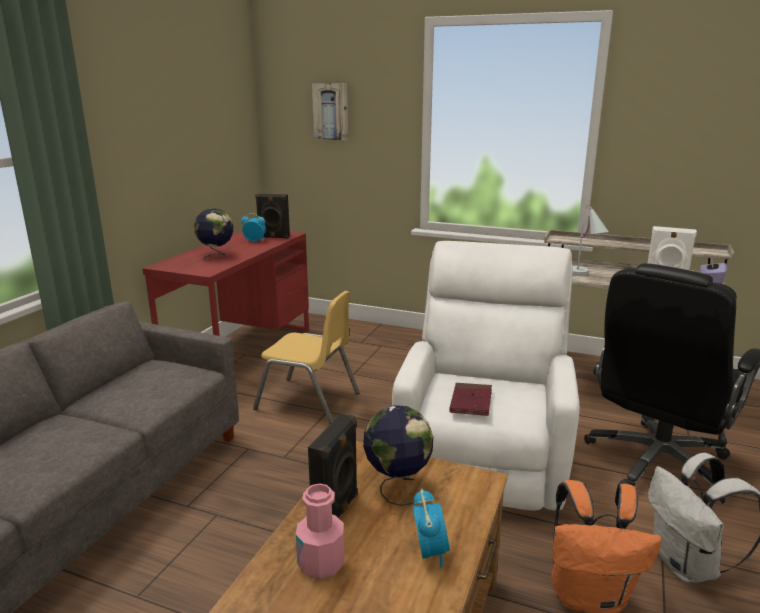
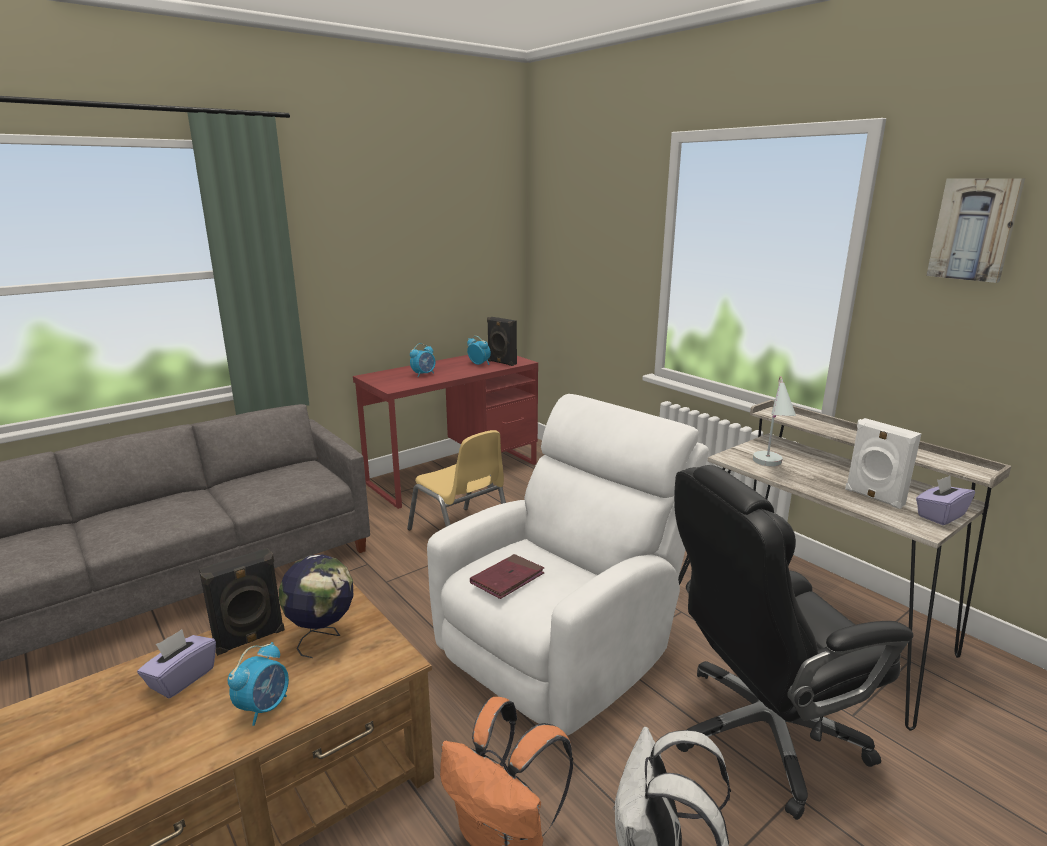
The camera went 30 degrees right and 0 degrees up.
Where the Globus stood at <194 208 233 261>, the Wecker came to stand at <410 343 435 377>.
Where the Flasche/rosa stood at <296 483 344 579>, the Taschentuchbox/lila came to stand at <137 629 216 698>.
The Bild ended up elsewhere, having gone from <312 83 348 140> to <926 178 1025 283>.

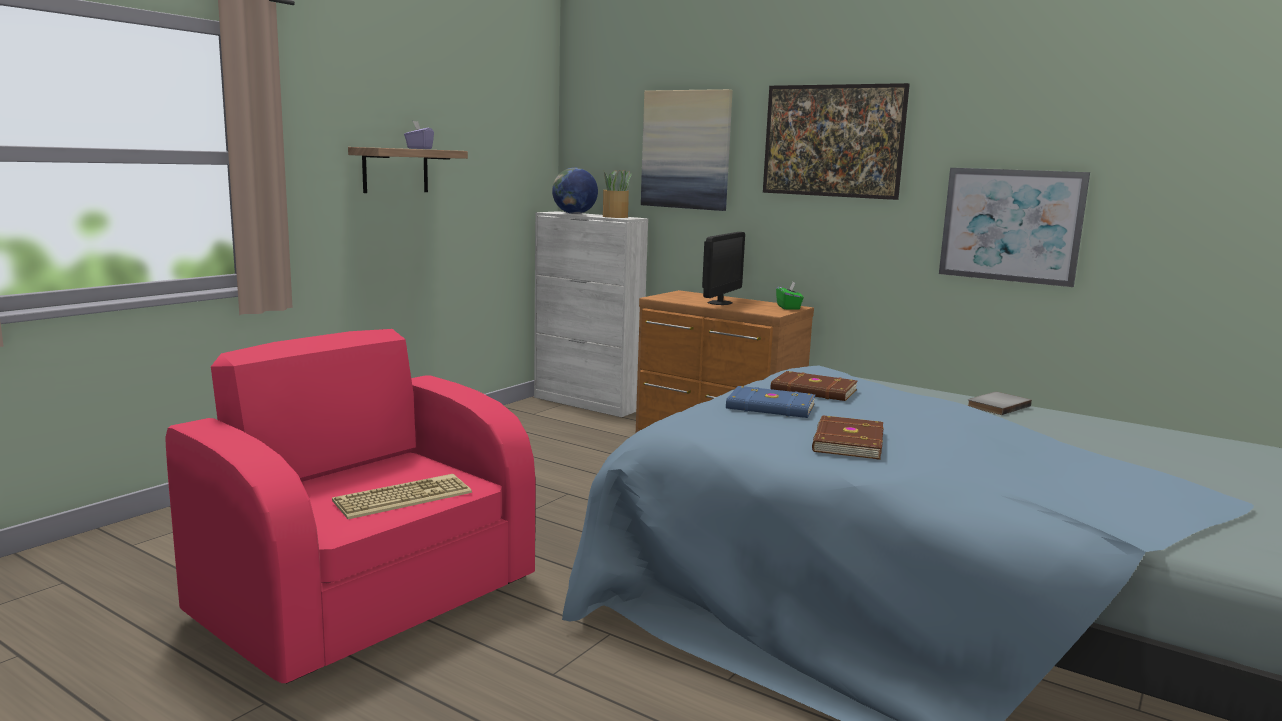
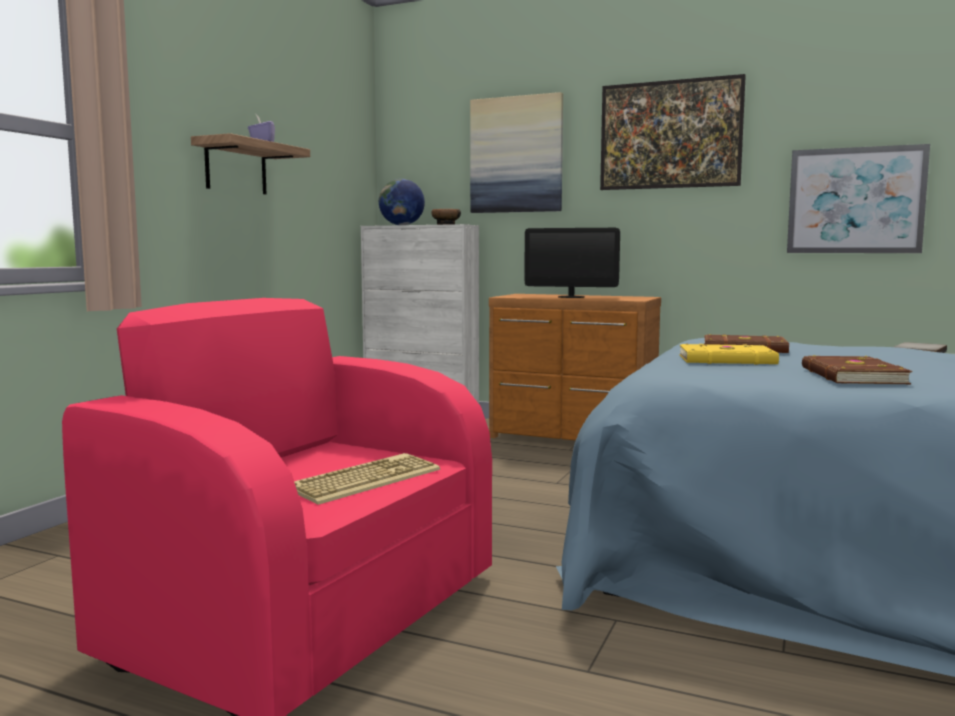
The camera went 10 degrees left and 5 degrees down.
Where the Topfpflanze stood at <603 170 632 218>, the Schüssel came to stand at <431 209 461 225>.
The Monitor at <702 232 745 305> ended up facing another way, 90 degrees clockwise from before.
What was the Buch/blau at <726 386 815 418> turned into the Buch/gelb at <679 344 779 365>.
The second view lost the Taschentuchbox/grün at <776 282 804 310>.

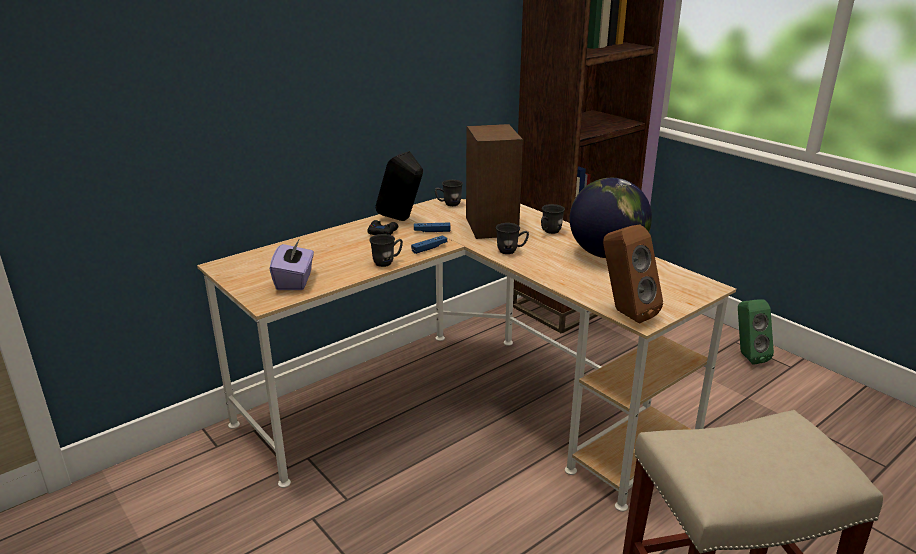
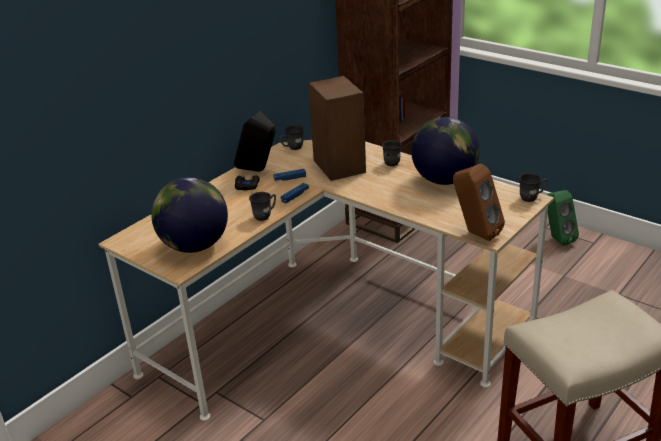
The camera went 10 degrees left and 5 degrees up.
Where the Taschentuchbox/lila stood at <270 238 314 290>, the Globus came to stand at <151 177 228 253>.
The Henkelbecher/grau ended up elsewhere, having gone from <496 223 529 254> to <519 173 548 202>.

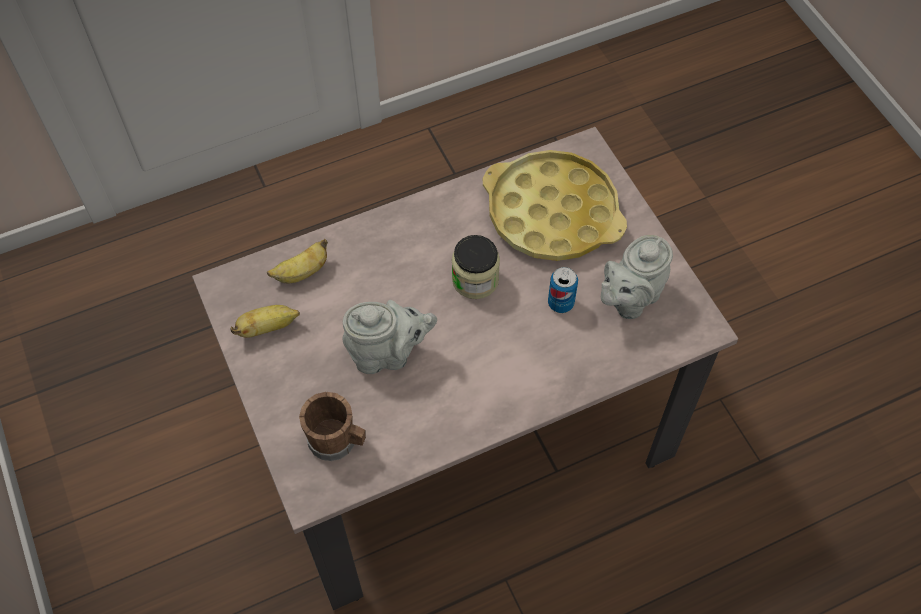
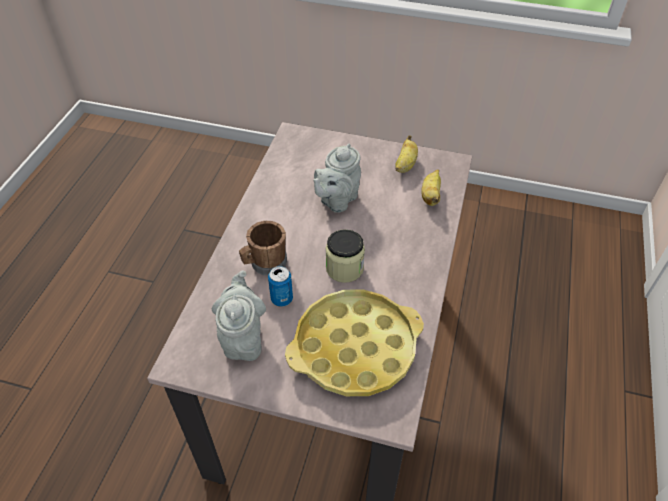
The camera went 130 degrees right and 10 degrees down.
The Henkelbecher/braun ended up elsewhere, having gone from <299 392 366 461> to <239 221 287 275>.

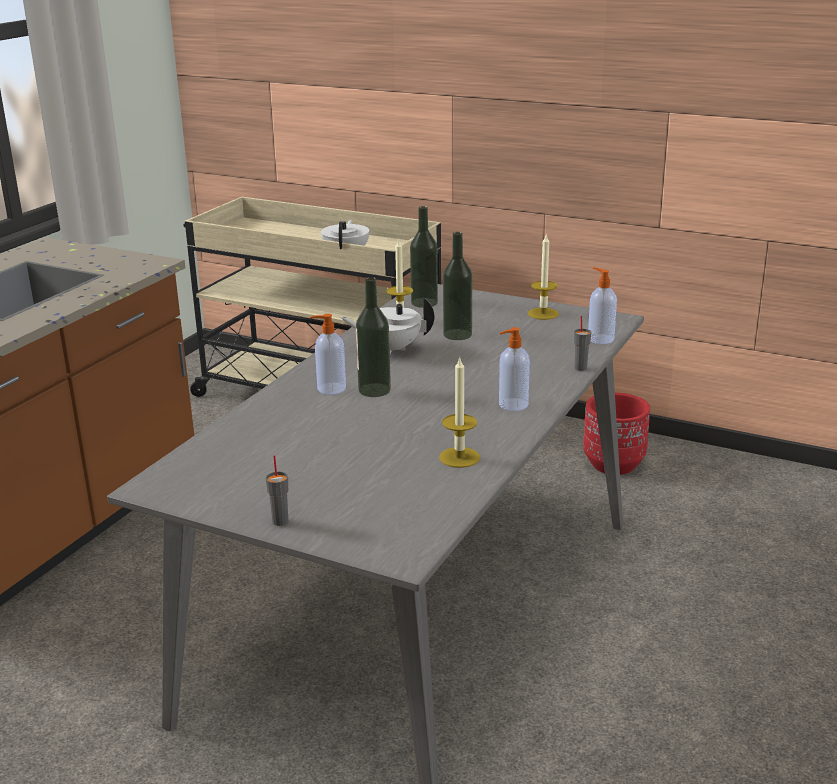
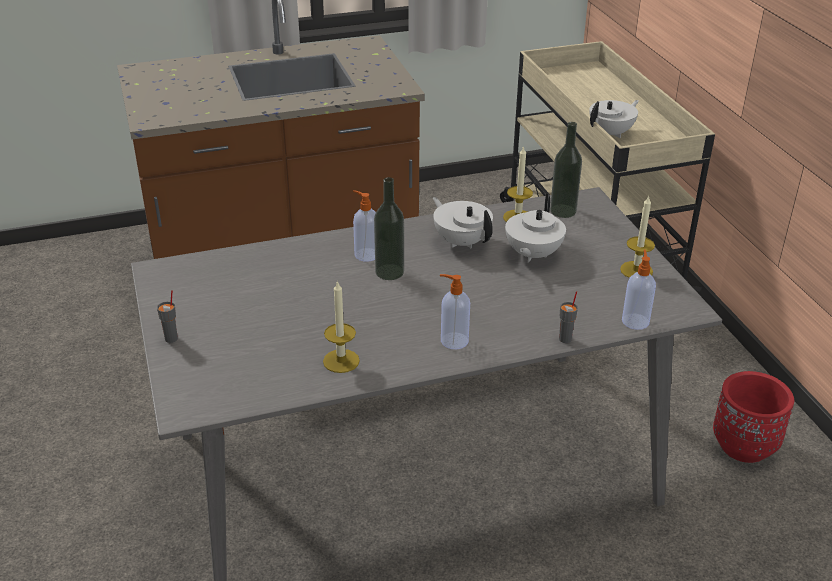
The camera went 45 degrees right and 10 degrees up.
Where the Flasche stood at <443 232 472 340>, the Teekanne/weiß came to stand at <505 194 566 263>.

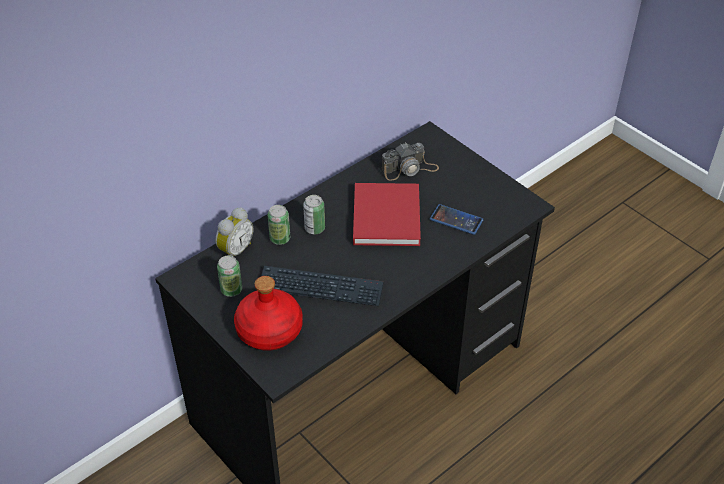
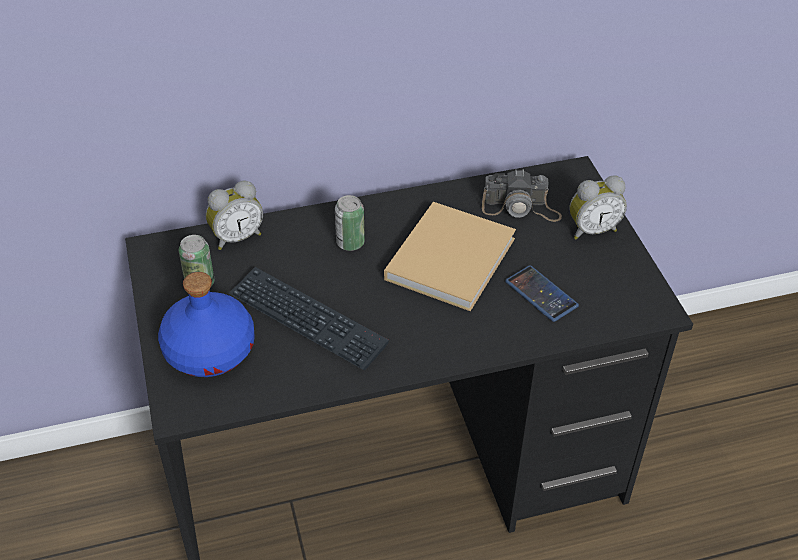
The camera went 25 degrees right and 0 degrees up.
What was the Flasche/rot at <234 276 303 351> turned into the Flasche/blau at <158 272 255 377>.
The second view lost the Dose at <268 205 290 245>.
What was the Buch/rot at <353 183 421 246> turned into the Buch/beige at <384 202 516 311>.
The second view gained the Wecker at <569 175 627 239>.

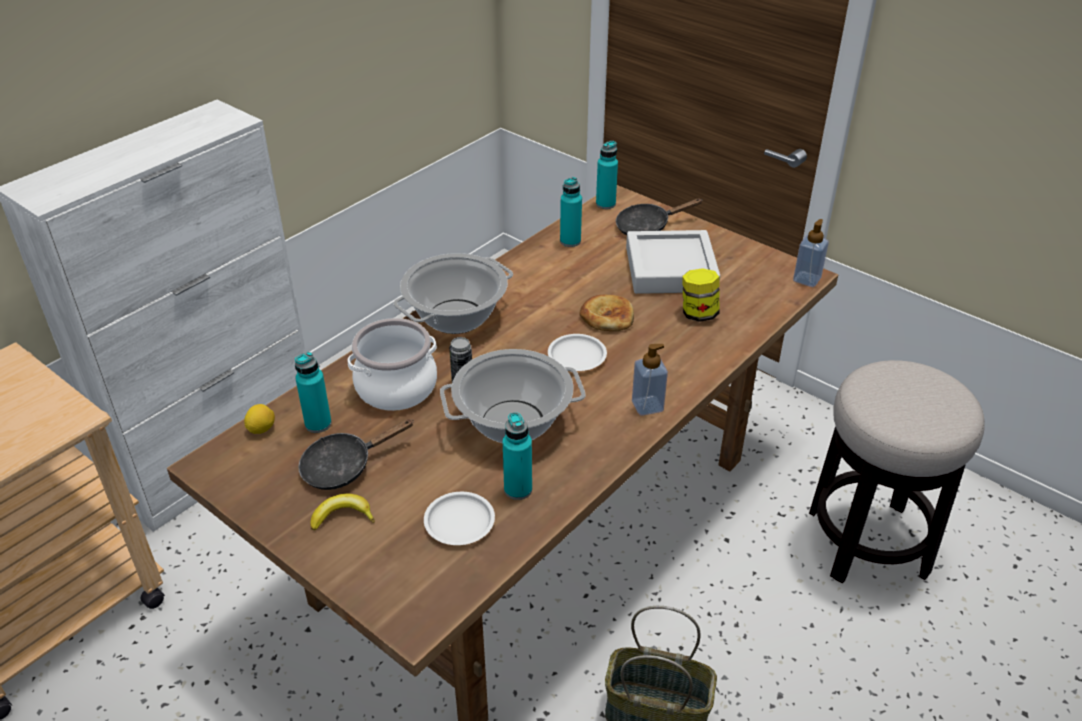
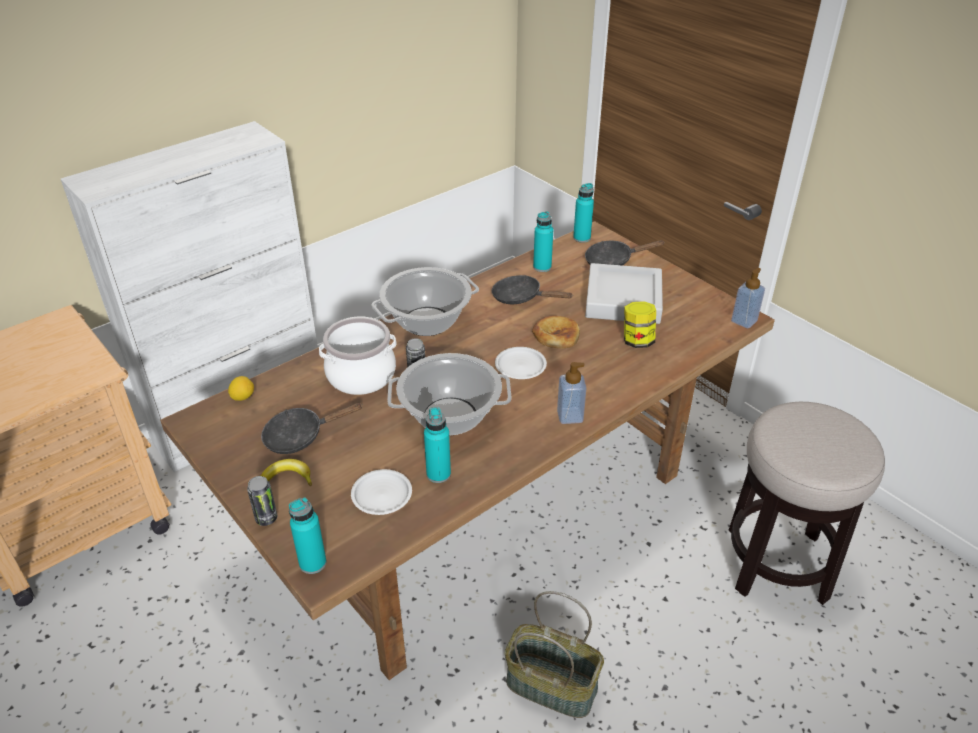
The camera went 10 degrees right and 0 degrees up.
The Flasche/türkis ended up elsewhere, having gone from <295 352 332 433> to <289 497 326 574>.
The second view gained the Dose at <247 476 277 526>.
The second view gained the Pfanne/schwarz at <491 275 573 304>.

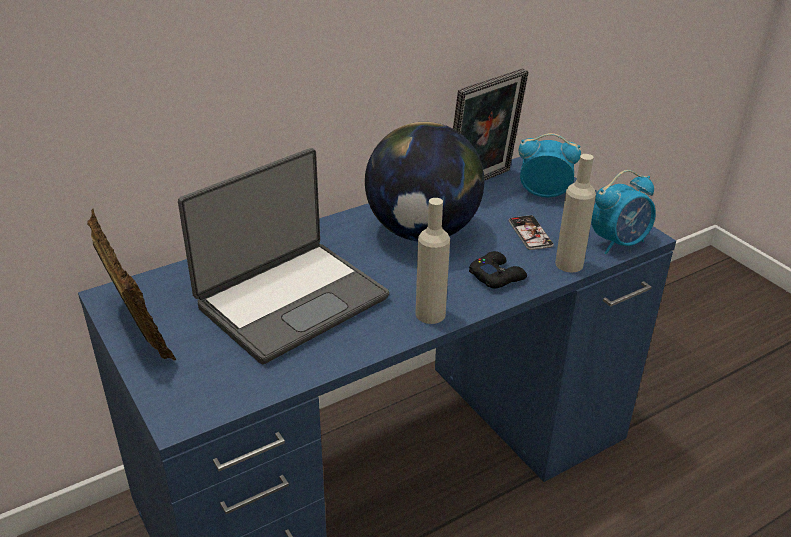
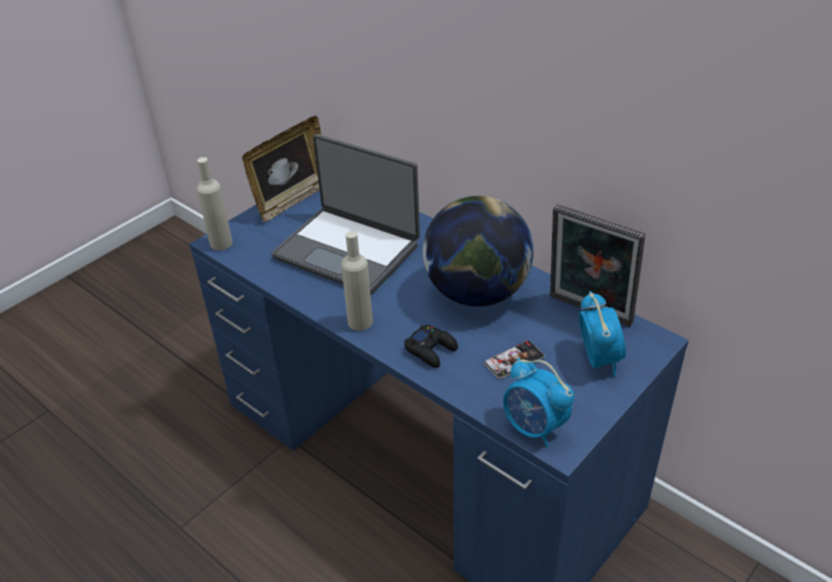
The camera went 75 degrees right and 5 degrees up.
The Flasche/beige ended up elsewhere, having gone from <555 154 596 273> to <197 157 232 250>.

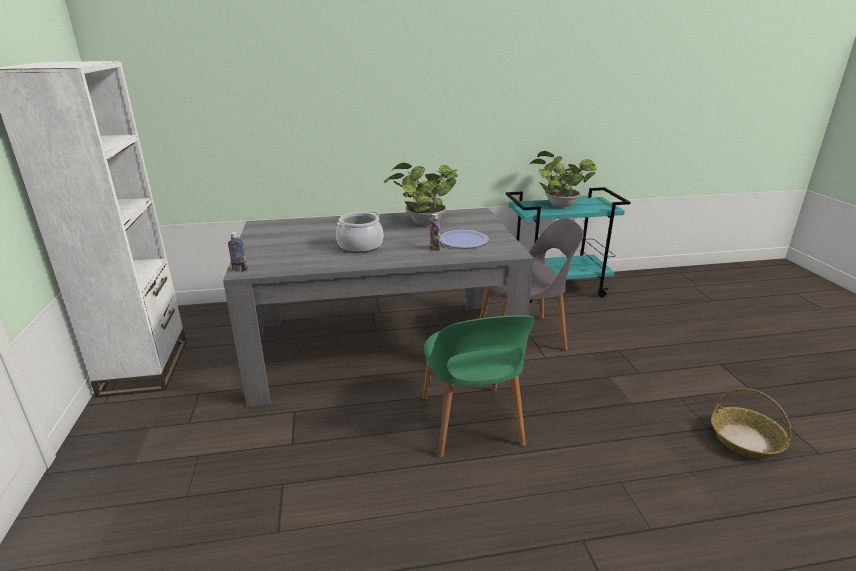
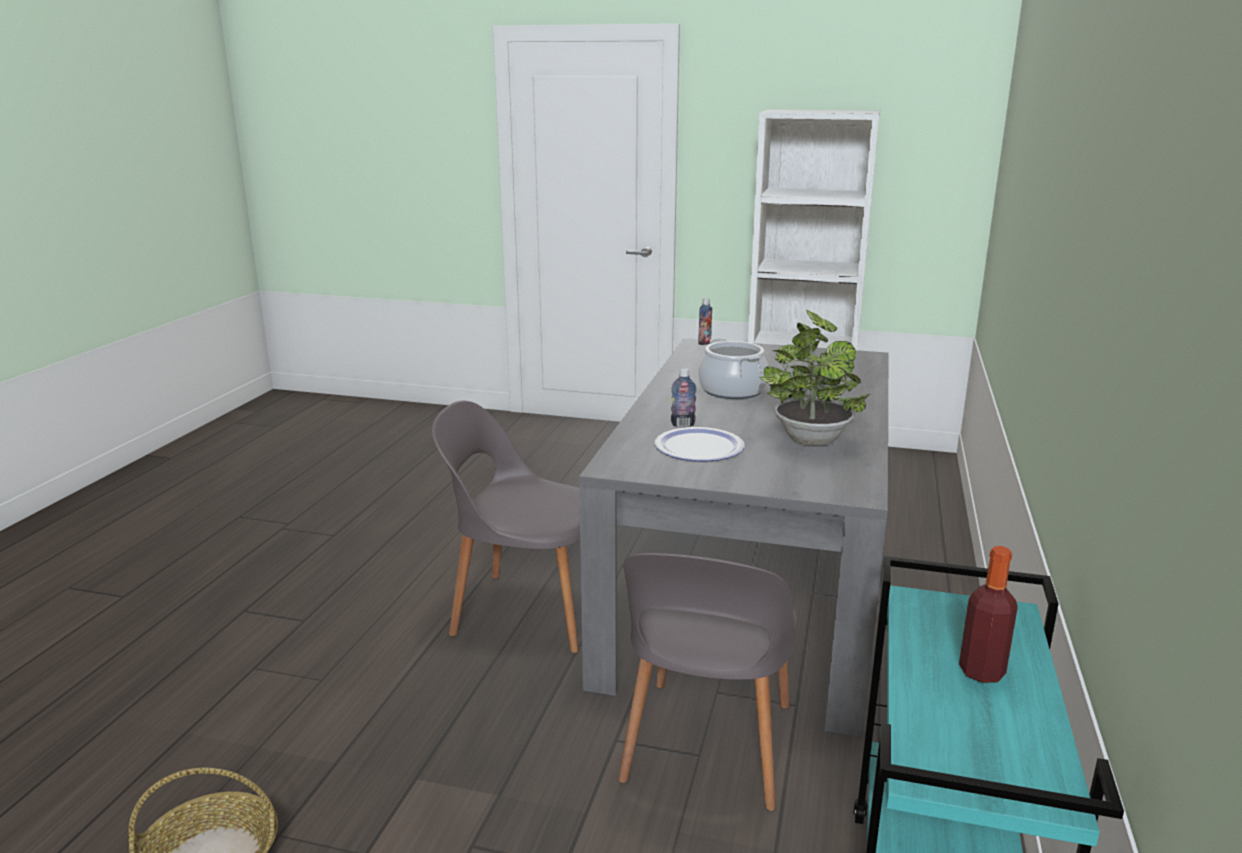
The camera went 115 degrees right and 5 degrees down.
What was the Stuhl/grün at <422 315 535 458> turned into the Stuhl/grau at <432 401 580 653>.
Where the Topfpflanze stood at <530 151 597 208>, the Flasche came to stand at <959 546 1018 683>.

